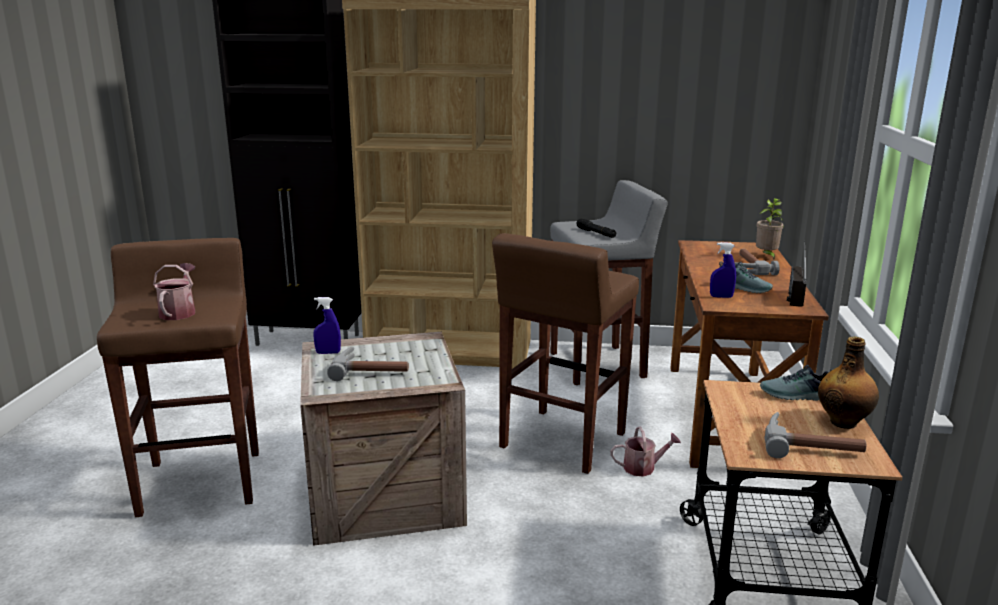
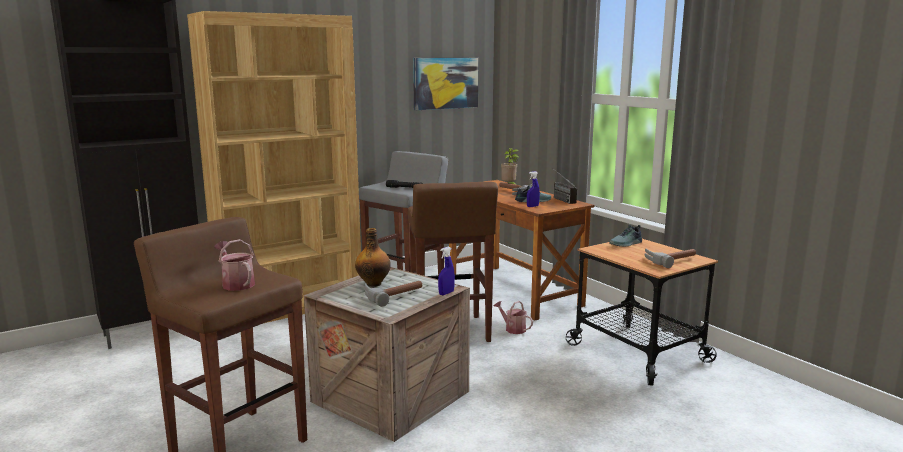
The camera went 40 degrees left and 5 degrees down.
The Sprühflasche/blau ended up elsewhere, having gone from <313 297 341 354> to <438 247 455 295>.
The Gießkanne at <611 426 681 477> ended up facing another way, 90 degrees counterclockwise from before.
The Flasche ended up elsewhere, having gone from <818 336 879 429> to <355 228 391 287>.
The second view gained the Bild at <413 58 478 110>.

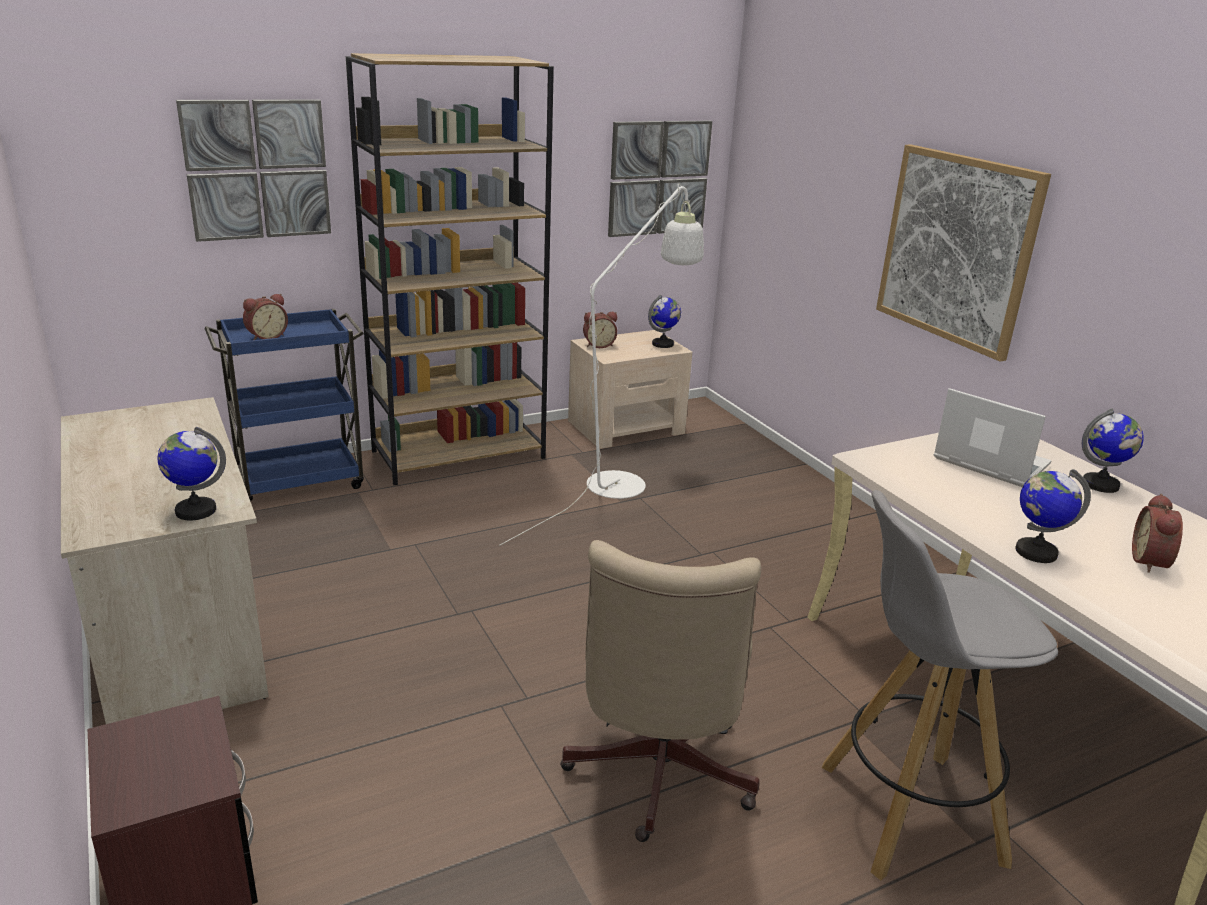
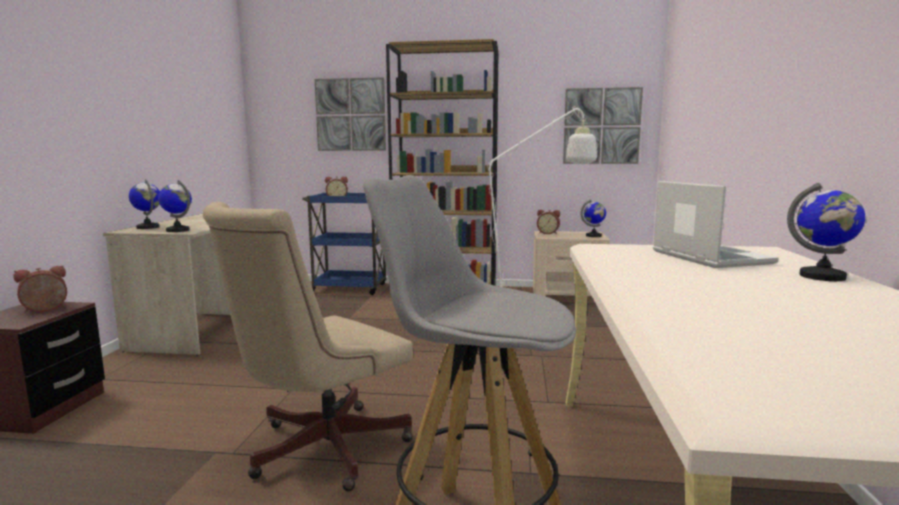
The camera went 35 degrees right and 15 degrees down.
The second view lost the Bild at <876 145 1051 362>.
The Globus ended up elsewhere, having gone from <1015 469 1091 563> to <129 179 160 229>.
The Wecker ended up elsewhere, having gone from <1132 494 1183 573> to <13 265 67 312>.

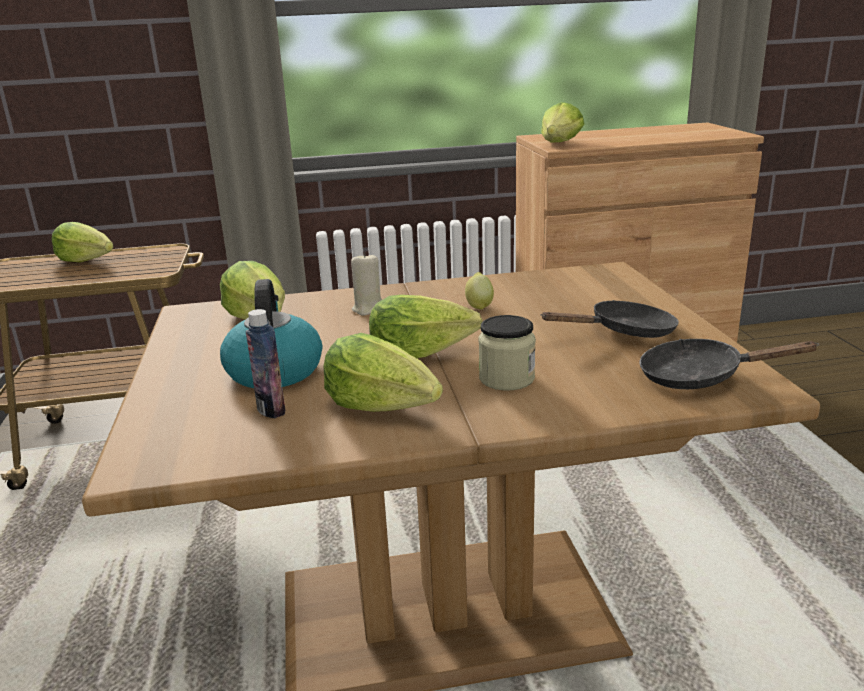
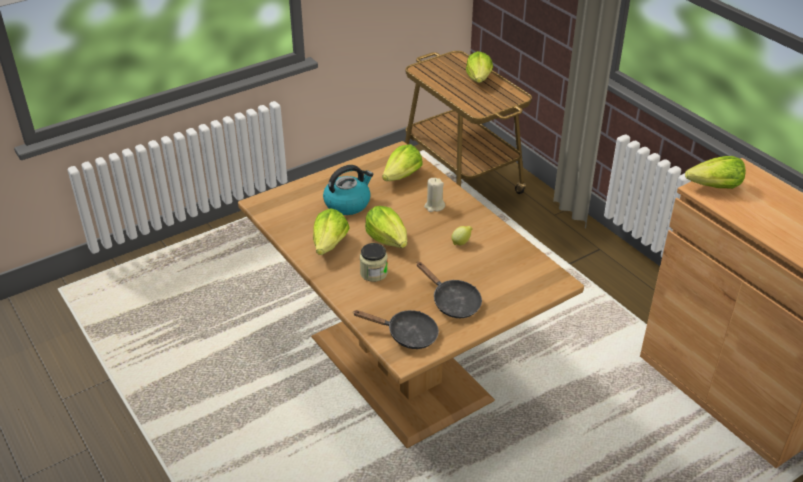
The camera went 65 degrees right and 15 degrees up.
The second view lost the Flasche at <246 309 285 418>.
The Pfanne/schwarz at <639 339 819 389> ended up facing another way, 120 degrees clockwise from before.

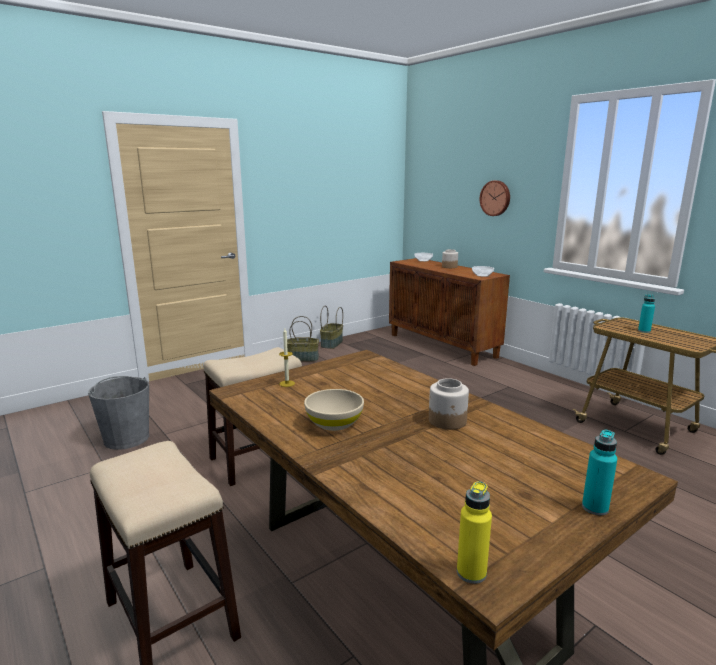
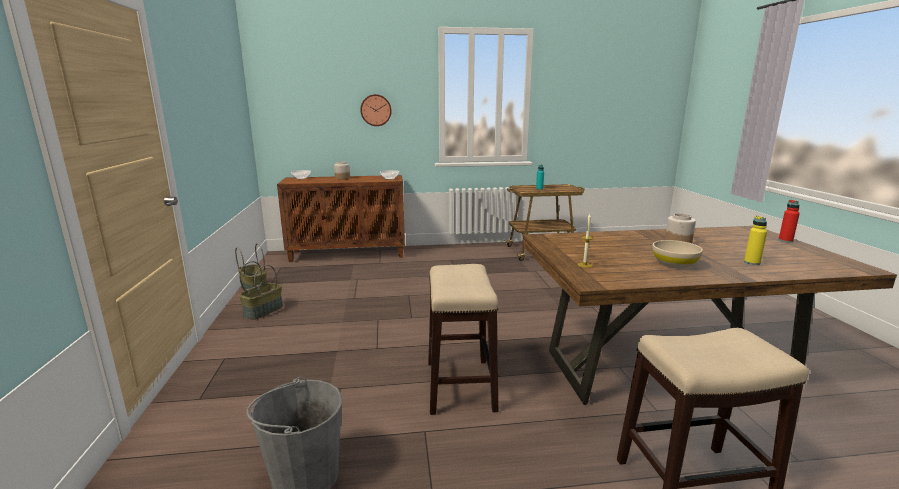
The camera went 60 degrees left and 0 degrees up.
The Flasche/gelb ended up elsewhere, having gone from <457 481 492 584> to <744 216 767 265>.
What was the Flasche/türkis at <582 430 617 516> turned into the Flasche/rot at <778 200 800 242>.

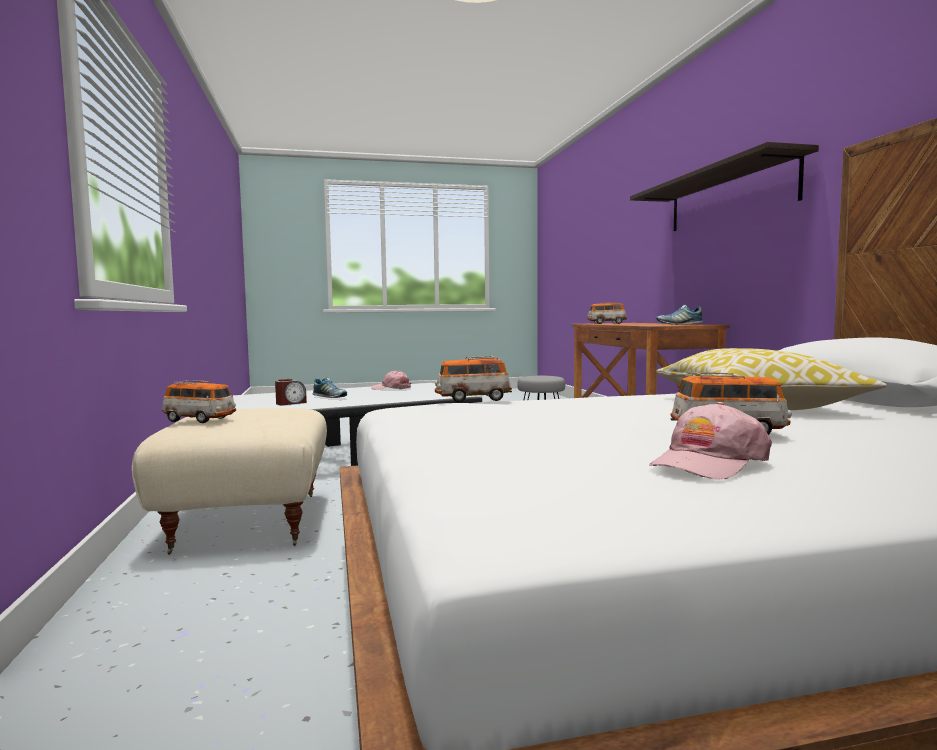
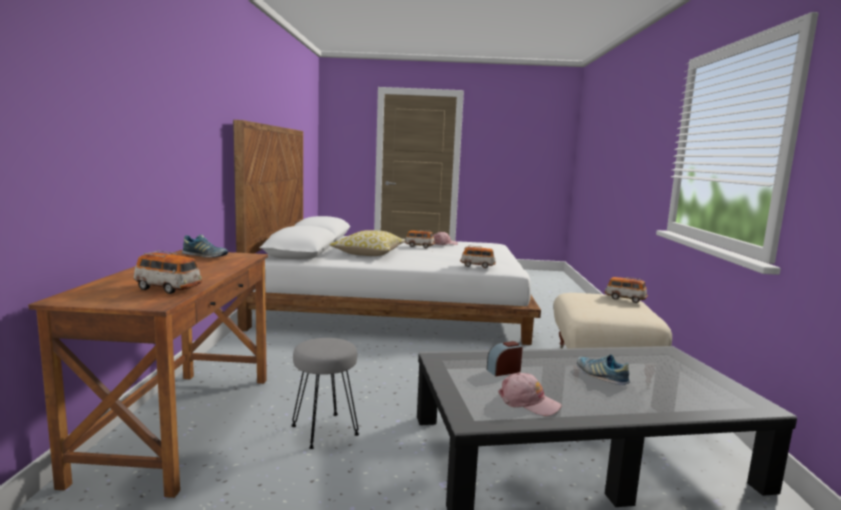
The camera went 165 degrees left and 5 degrees up.
The Wecker ended up elsewhere, having gone from <275 379 307 405> to <487 341 523 376>.
The second view lost the Wandregal at <630 142 819 231>.

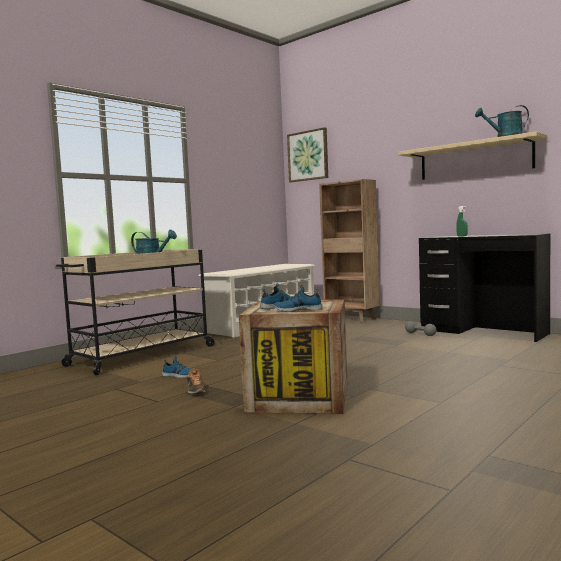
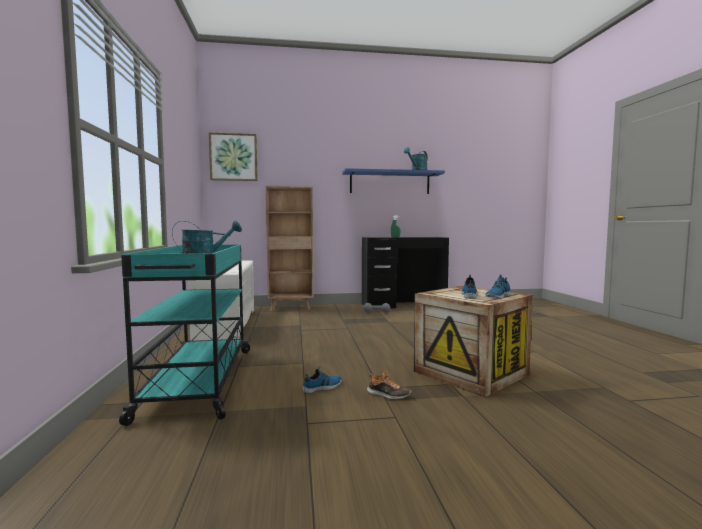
The camera went 50 degrees left and 0 degrees up.
What was the Rollwagen/beige at <56 249 216 375> turned into the Rollwagen/türkis at <119 244 252 426>.
What was the Wandregal/beige at <398 131 548 180> turned into the Wandregal/blau at <342 168 445 194>.

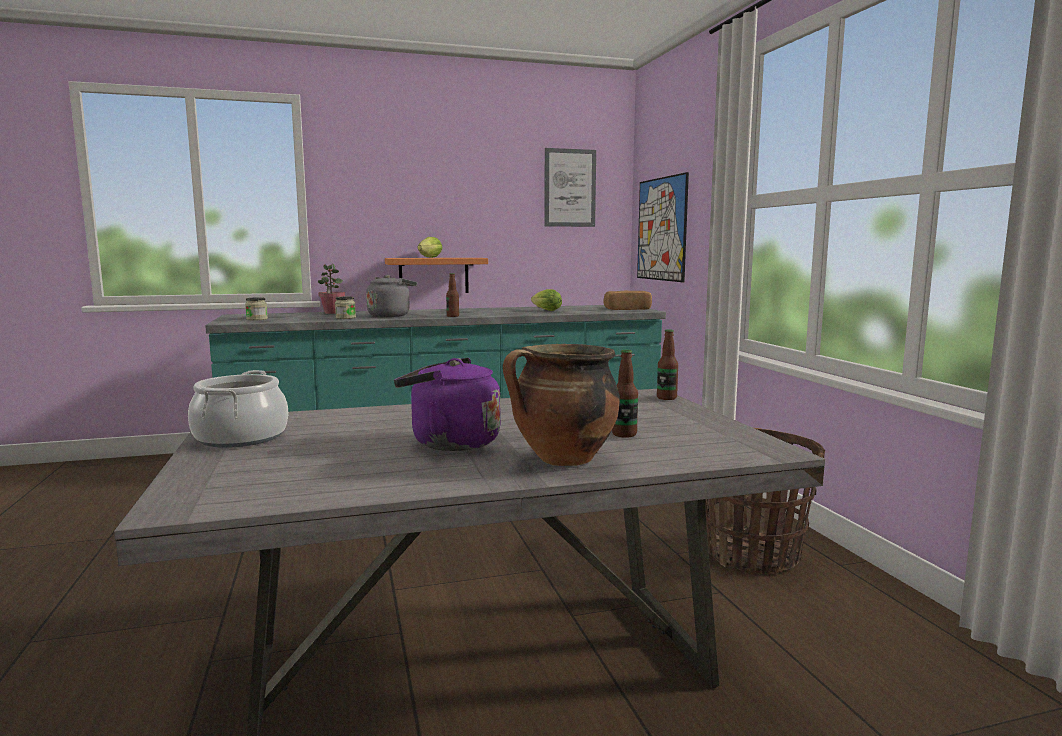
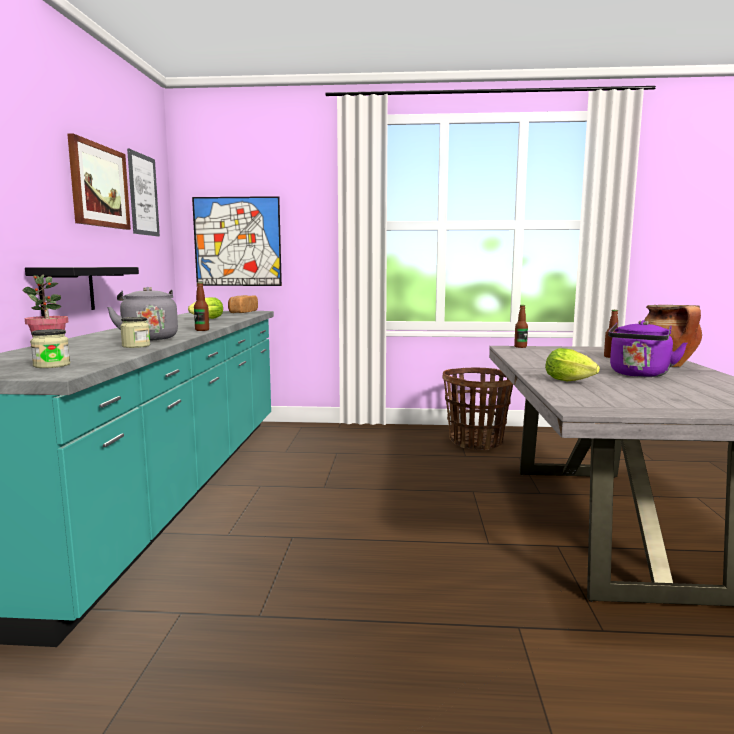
The camera went 70 degrees left and 0 degrees up.
The second view lost the Kochtopf at <188 370 288 448>.
What was the Wandregal/orange at <385 258 488 293> turned into the Wandregal/schwarz at <25 267 139 316>.
The Salatkopf ended up elsewhere, having gone from <417 237 442 258> to <545 348 600 382>.
The second view gained the Bild at <67 134 131 230>.

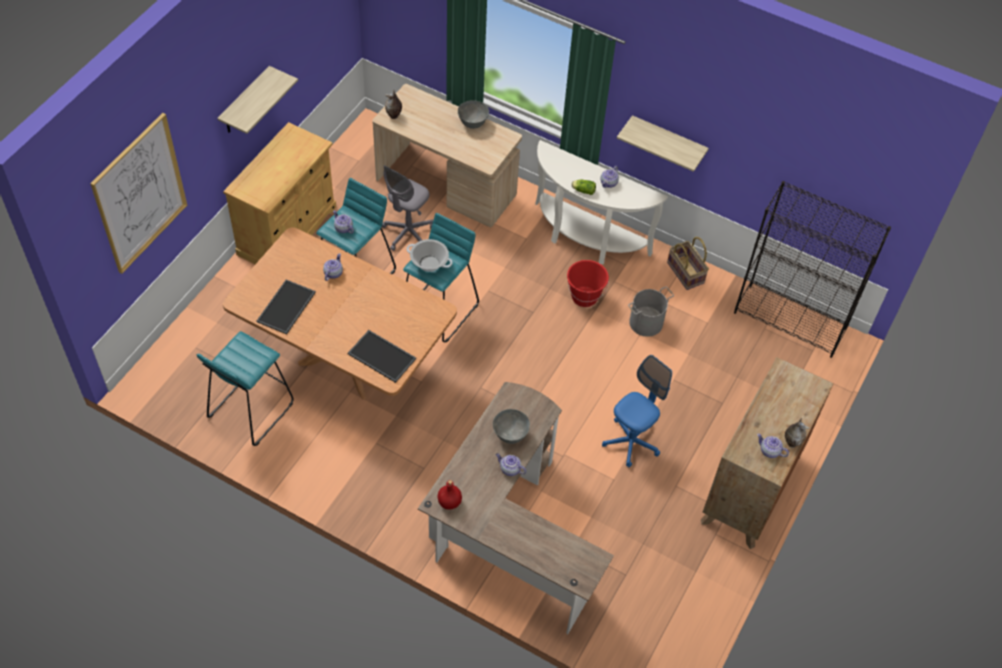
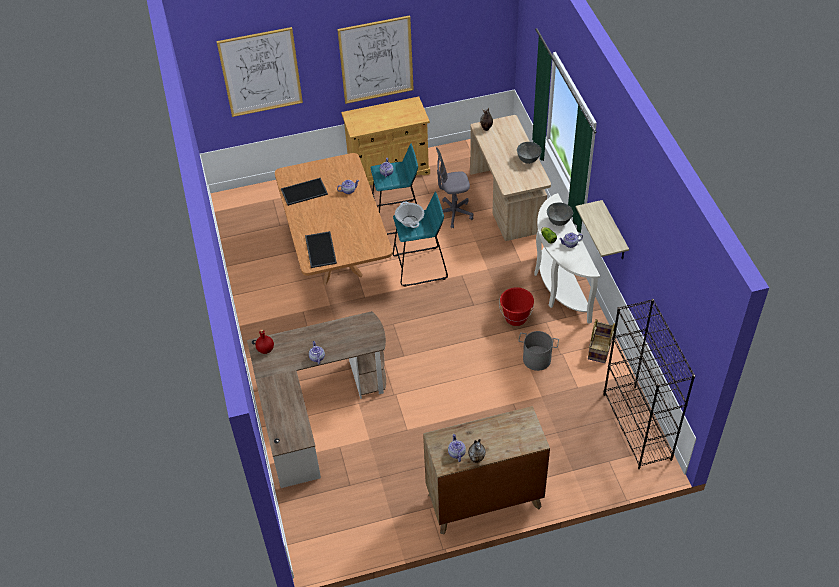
The camera went 50 degrees right and 5 degrees down.
The second view lost the Hocker/türkis at <196 331 294 446>.
Where the Wandregal hung at <217 66 298 134>, the Bild came to hang at <337 15 414 104>.
The Schüssel/grau ended up elsewhere, having gone from <493 409 530 444> to <547 202 573 226>.
The second view lost the Bürostuhl/blau at <602 355 672 467>.

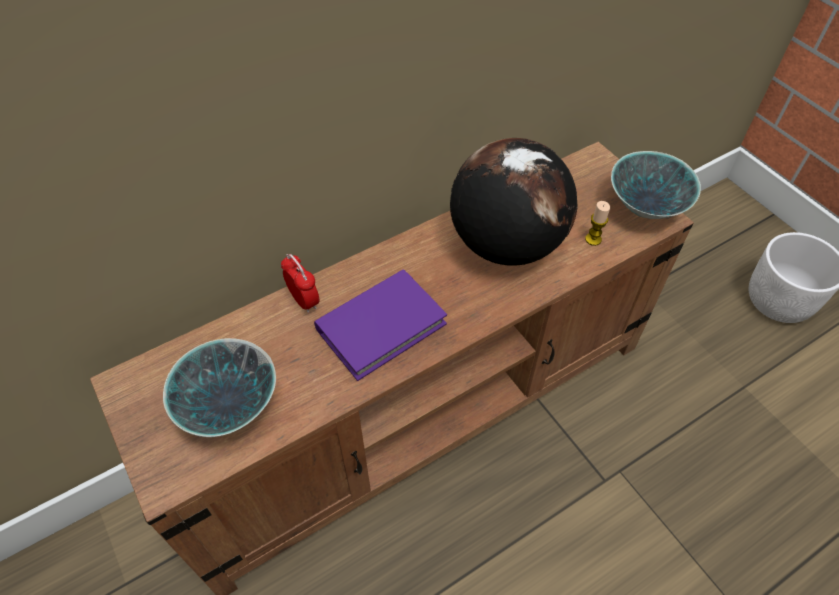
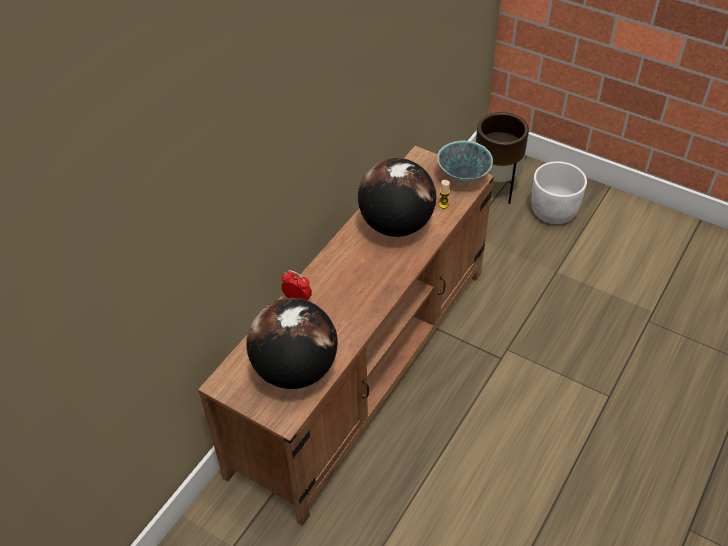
The camera went 25 degrees left and 5 degrees down.
Where the Schüssel stood at <163 338 276 437>, the Globus came to stand at <246 298 338 389>.
The second view lost the Buch/lila at <314 269 447 381>.
The second view gained the Pflanzkübel/braun at <476 112 529 204>.

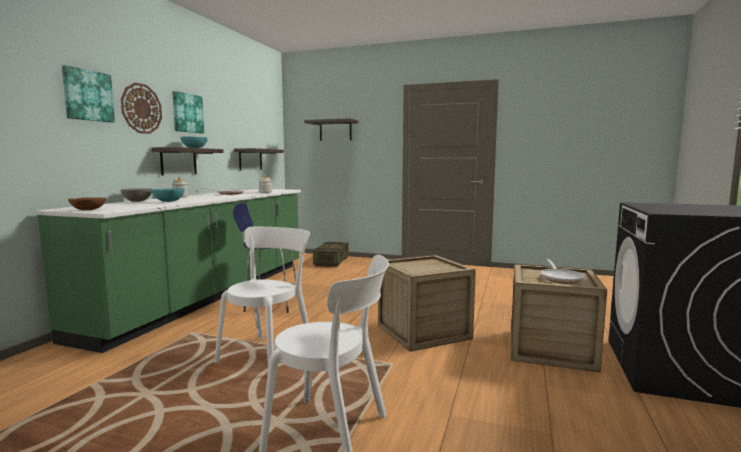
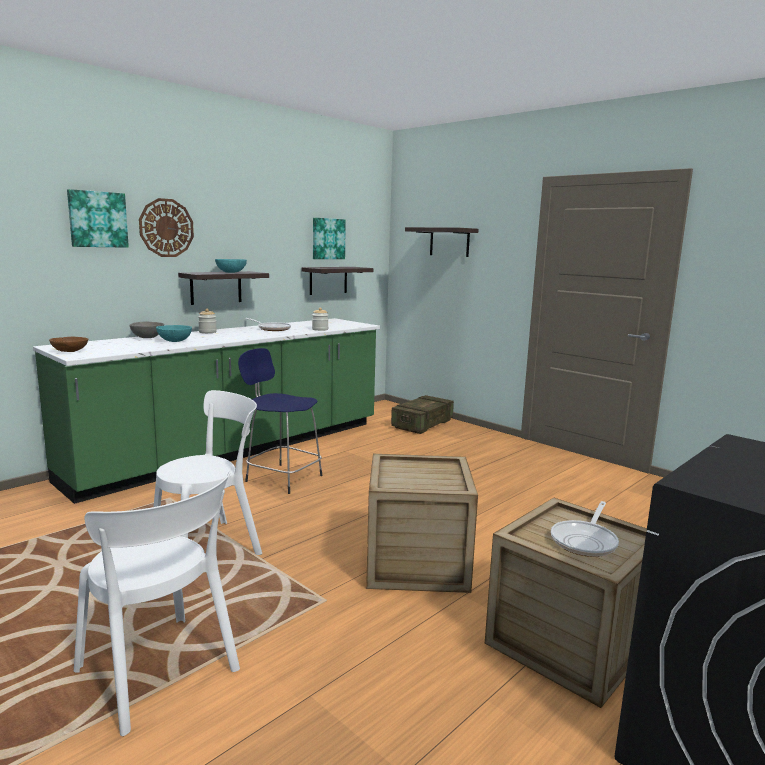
The camera went 25 degrees right and 5 degrees up.
The Bild ended up elsewhere, having gone from <172 91 204 133> to <313 218 346 259>.

